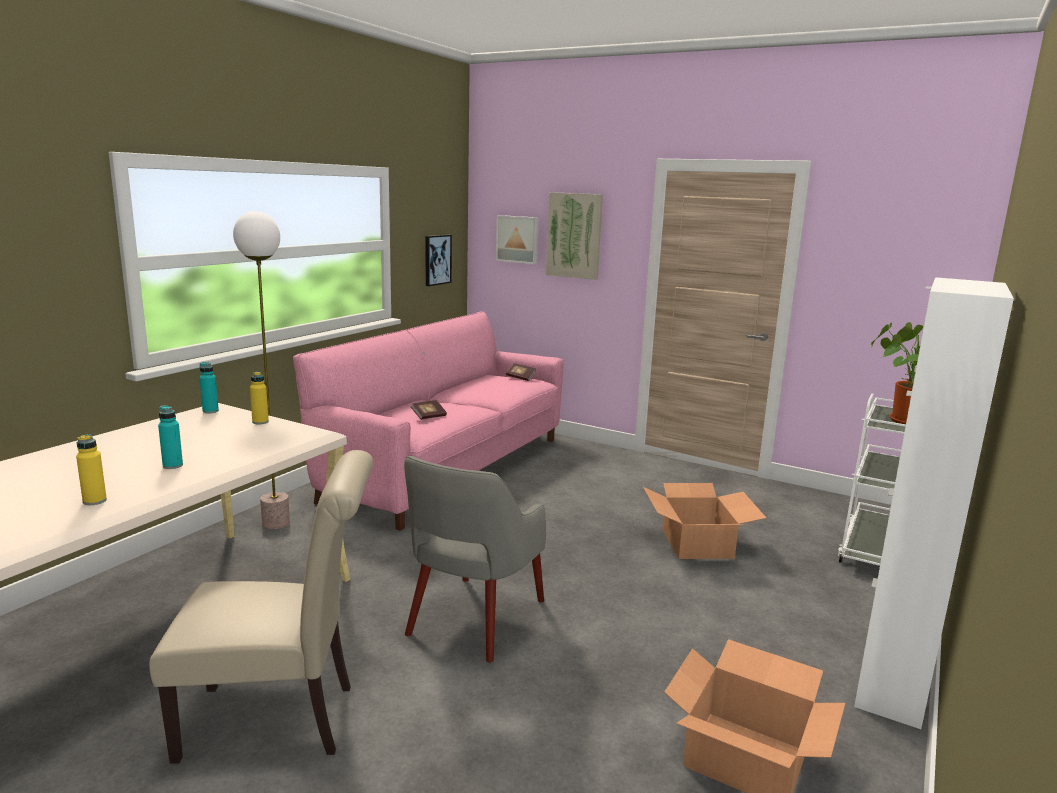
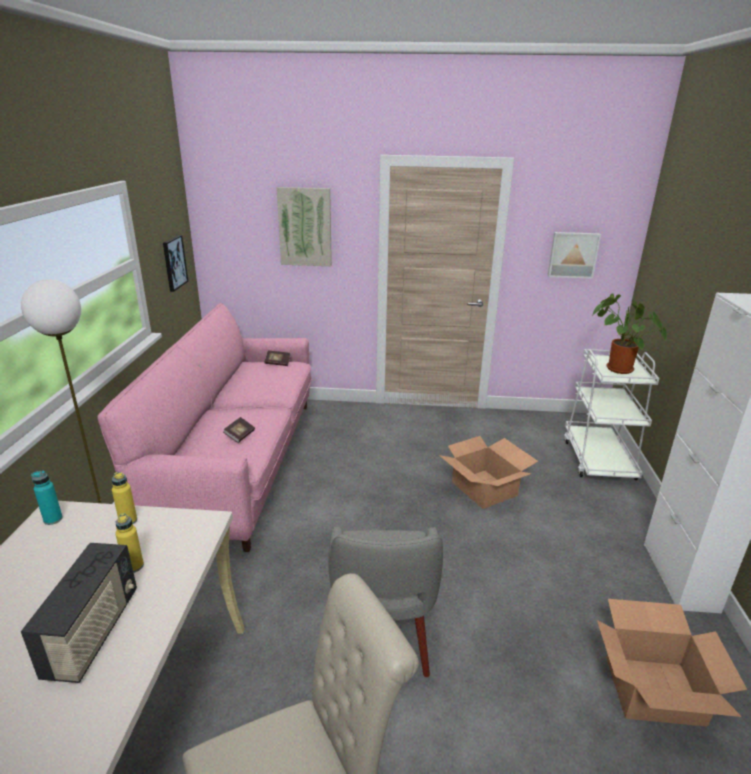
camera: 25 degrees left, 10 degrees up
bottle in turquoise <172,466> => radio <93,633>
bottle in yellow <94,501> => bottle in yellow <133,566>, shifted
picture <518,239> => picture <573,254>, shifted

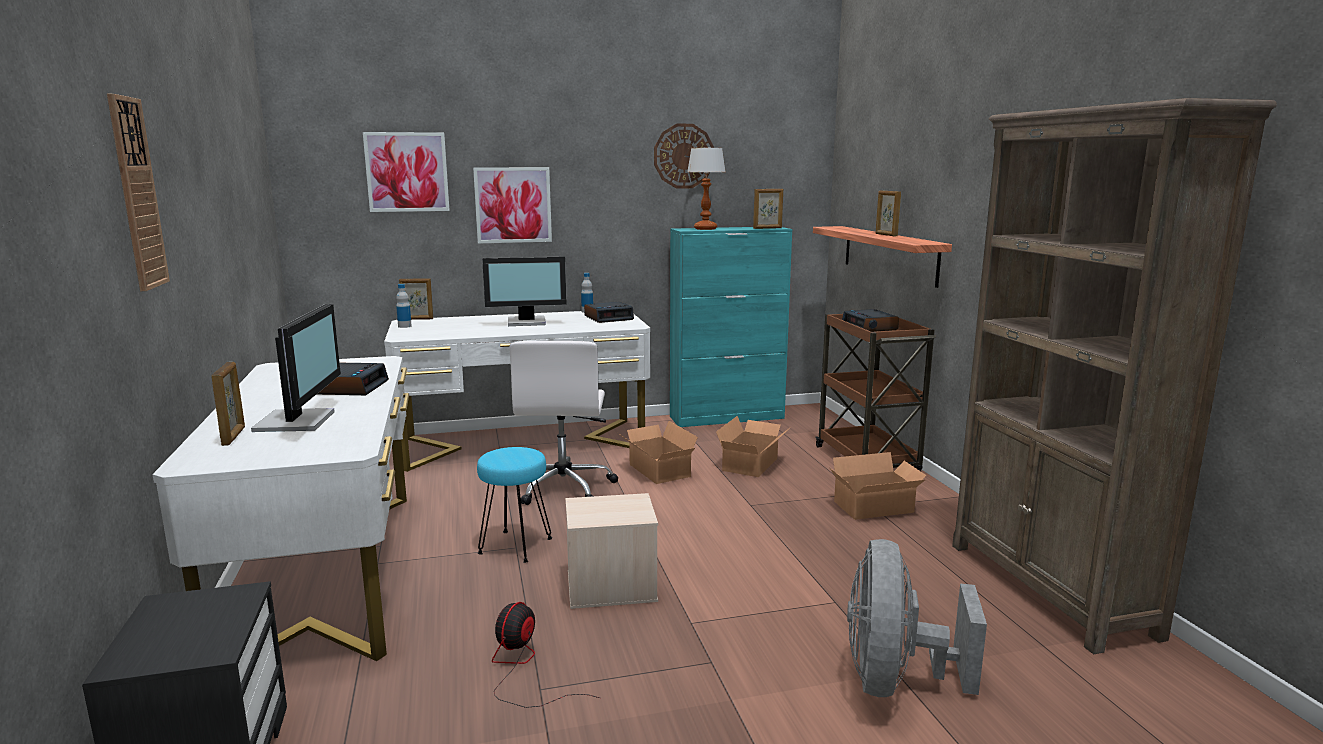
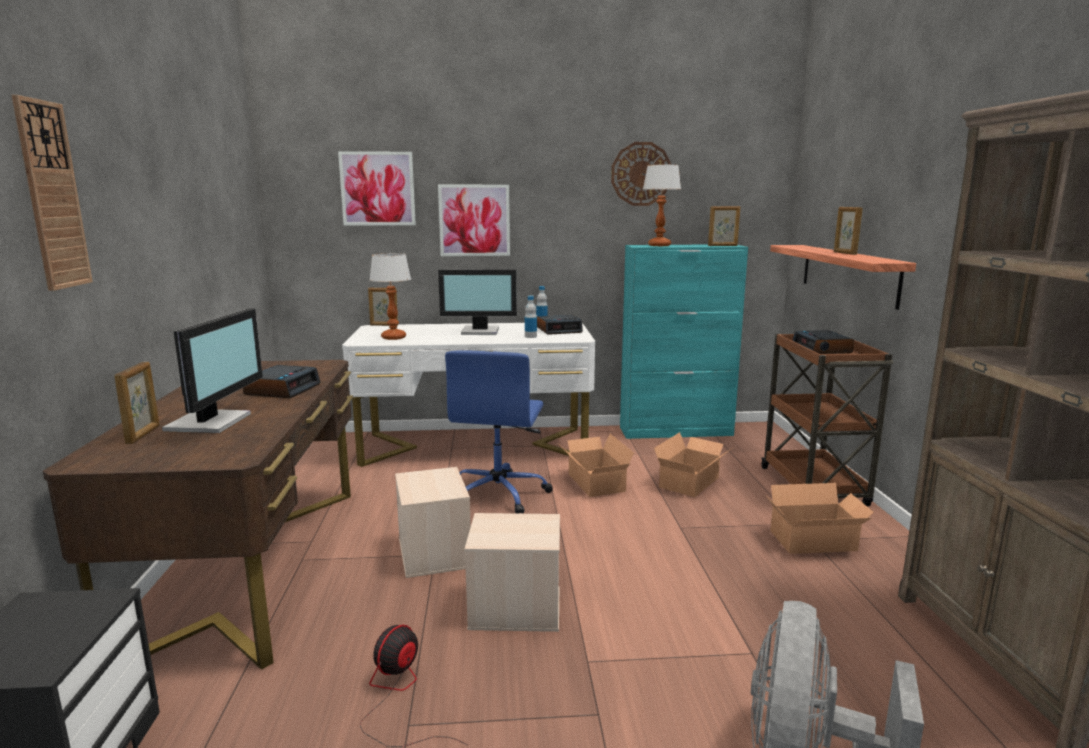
camera: 10 degrees right, 0 degrees up
desk in white <326,572> => desk in brown <253,565>
nothing => table lamp <393,338>
stool in turquoise <516,546> => storage box in beige <435,553>
office chair in white <563,487> => office chair in blue <499,493>
bottle <404,326> => bottle <530,336>, shifted

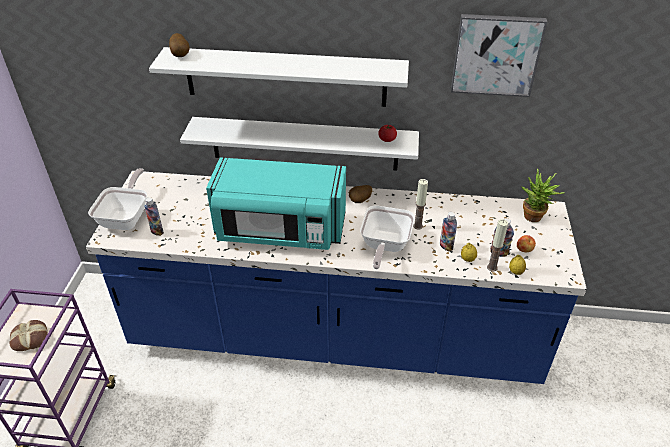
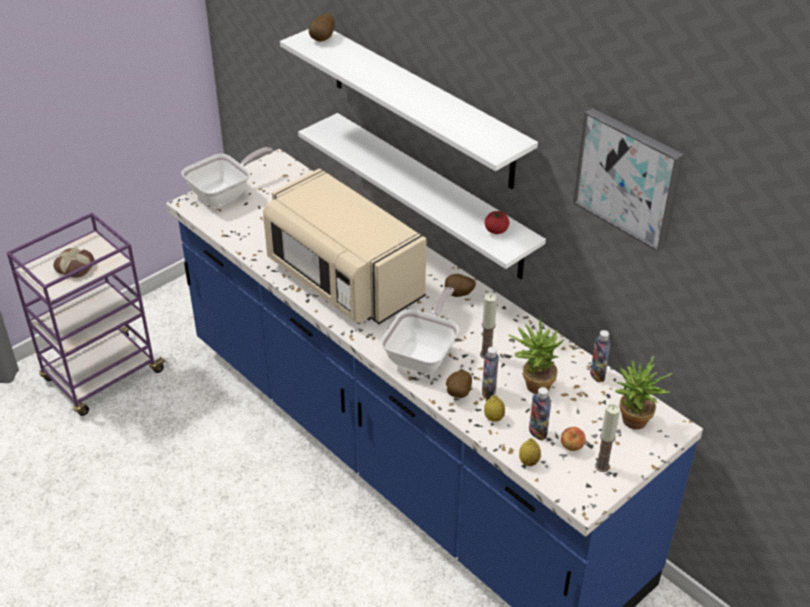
camera: 40 degrees right, 0 degrees up
microwave in turquoise <280,230> => microwave in beige <343,280>
frying pan <384,246> => frying pan <424,354>, 150 degrees clockwise
nothing => potato <457,394>
nothing => potted plant <533,384>
bottle <157,231> => bottle <597,375>, shifted
candle <492,267> => candle <602,466>, shifted

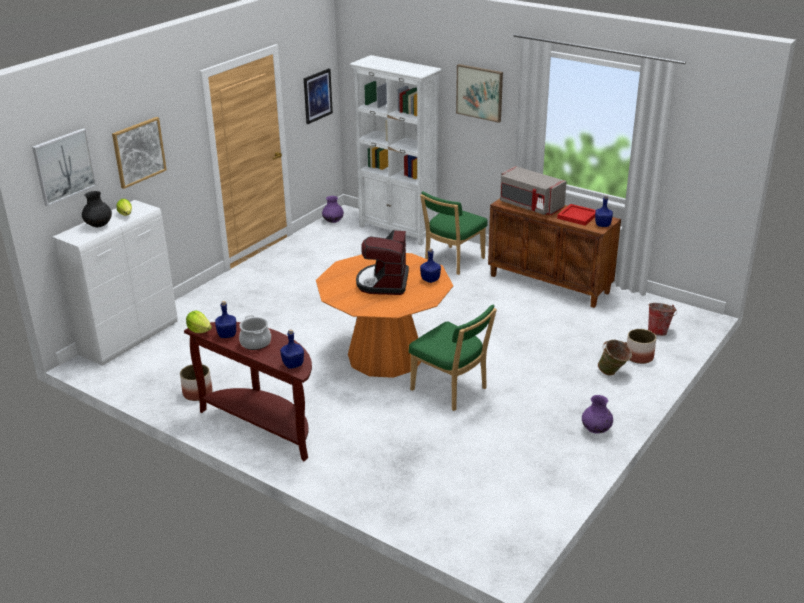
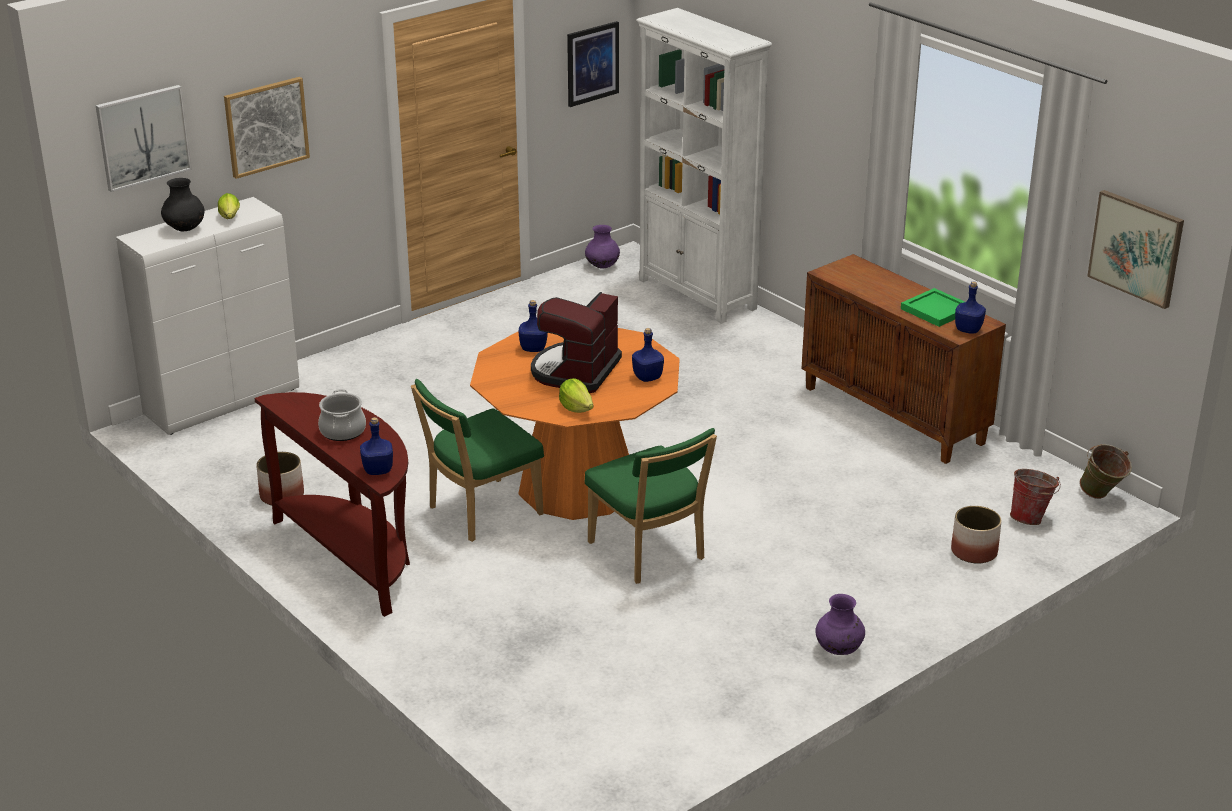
camera: 15 degrees right, 0 degrees up
chair in green <452,262> => chair in green <480,512>, shifted
bottle in blue <227,335> => bottle in blue <533,348>, shifted
lettuce <199,330> => lettuce <576,408>, shifted
tray in red <577,216> => tray in green <936,310>
bucket in green <613,373> => bucket in green <1101,497>, shifted
picture <479,92> => picture <1136,248>, shifted
microwave in grey <530,206> => nothing

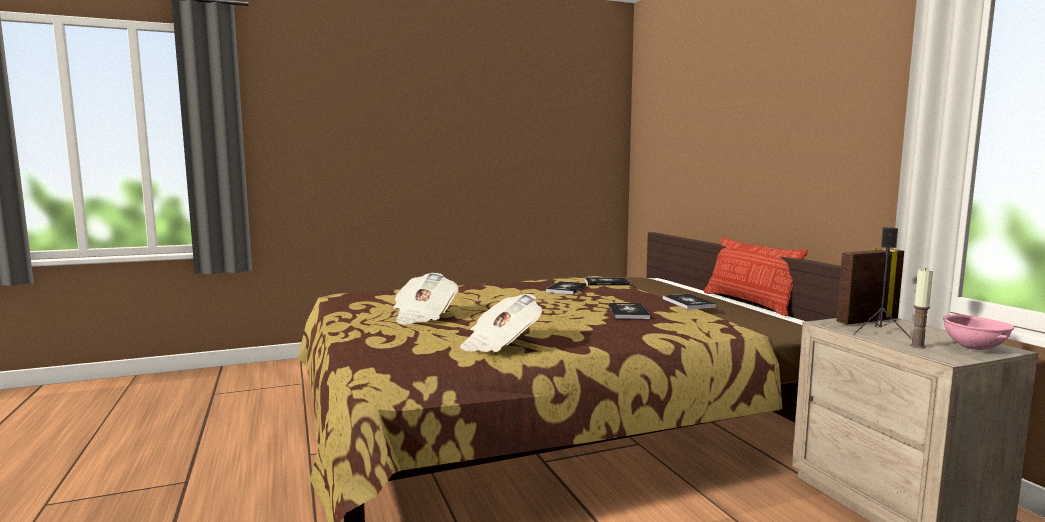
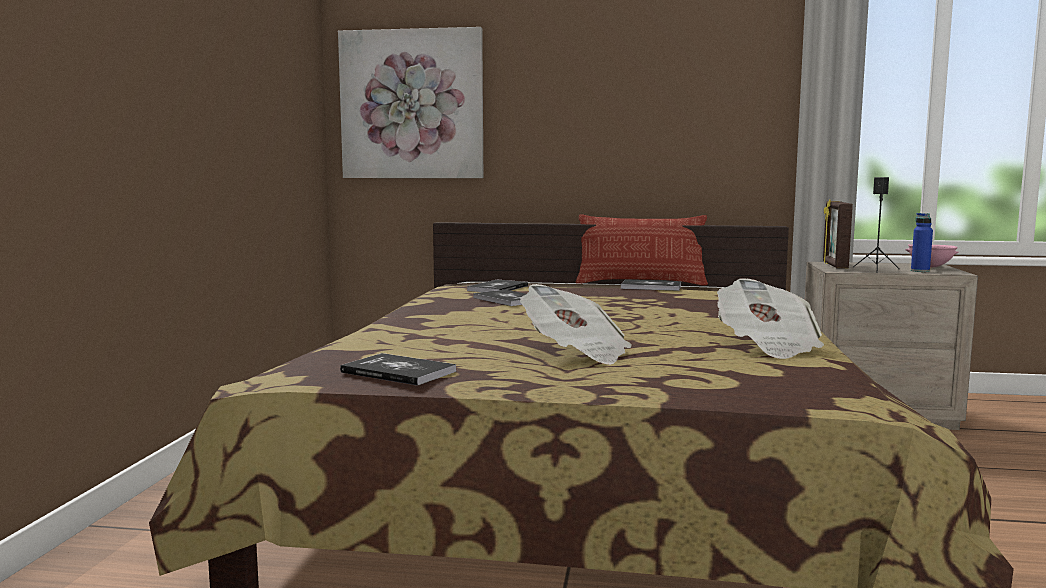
camera: 60 degrees left, 0 degrees up
nothing => picture <412,104>
book <628,312> => book <398,372>, shifted
candle <917,346> => bottle in blue <920,271>

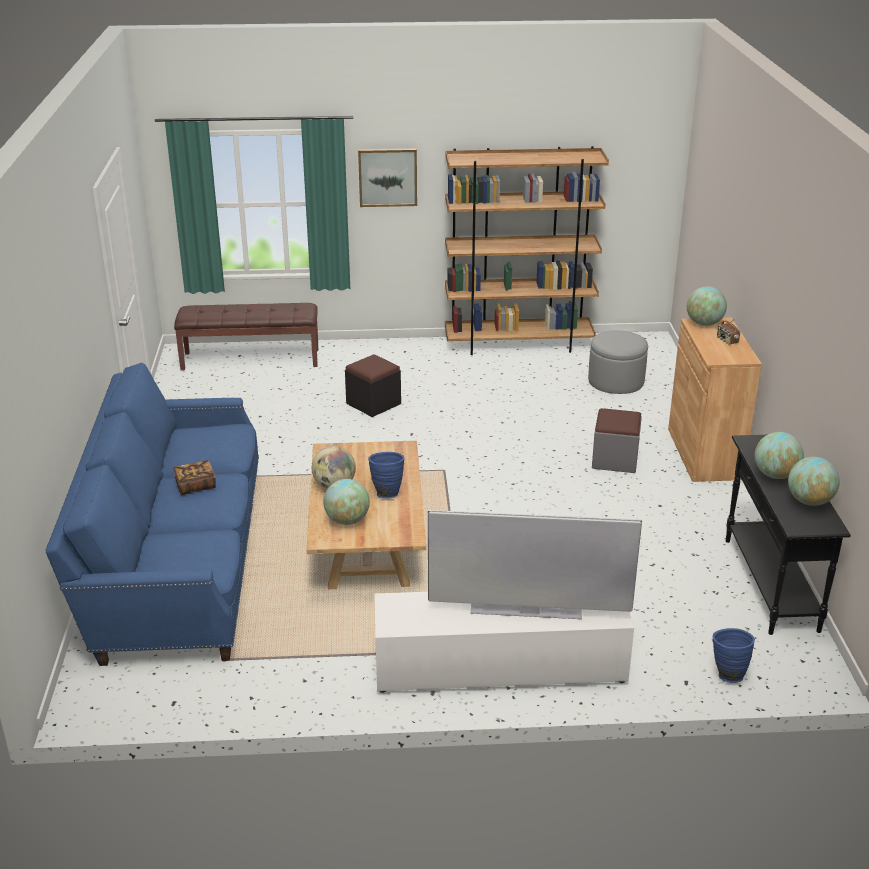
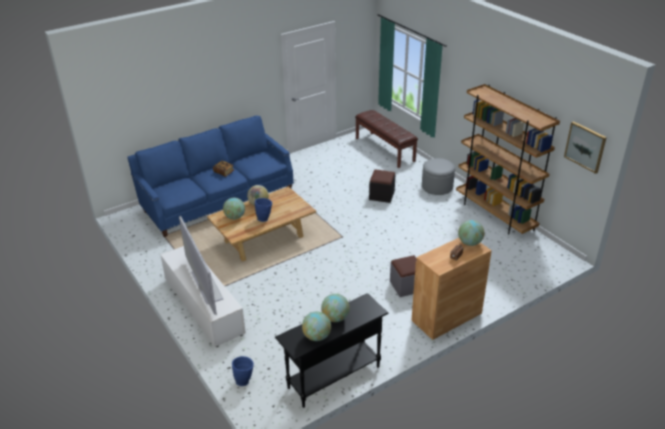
camera: 60 degrees right, 5 degrees up
ottoman in grey <616,381> => ottoman in grey <437,186>, shifted
picture <387,177> => picture <585,147>, shifted

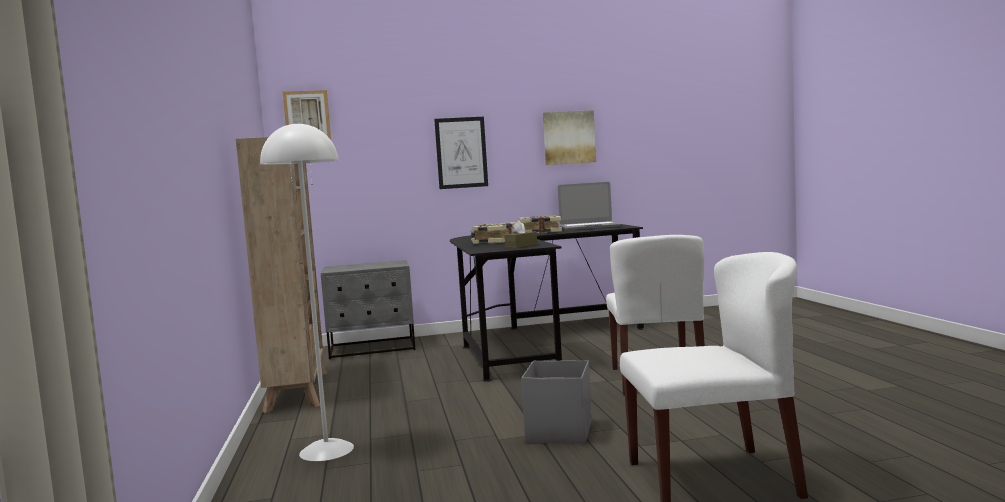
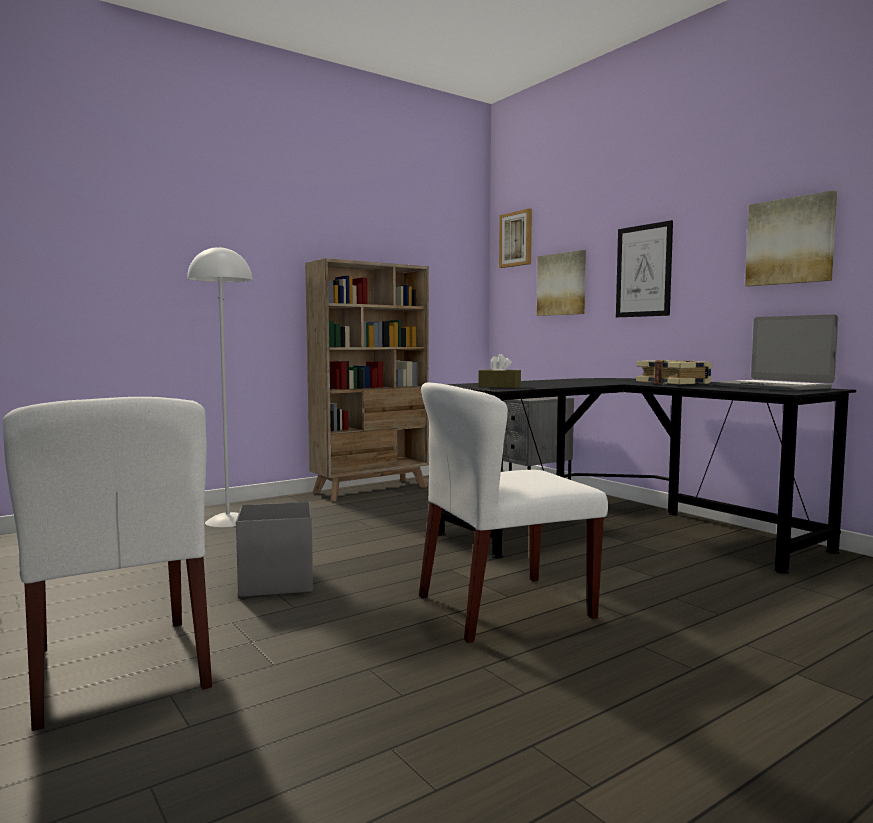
camera: 65 degrees right, 0 degrees up
nothing => picture <562,284>
book <493,242> => nothing

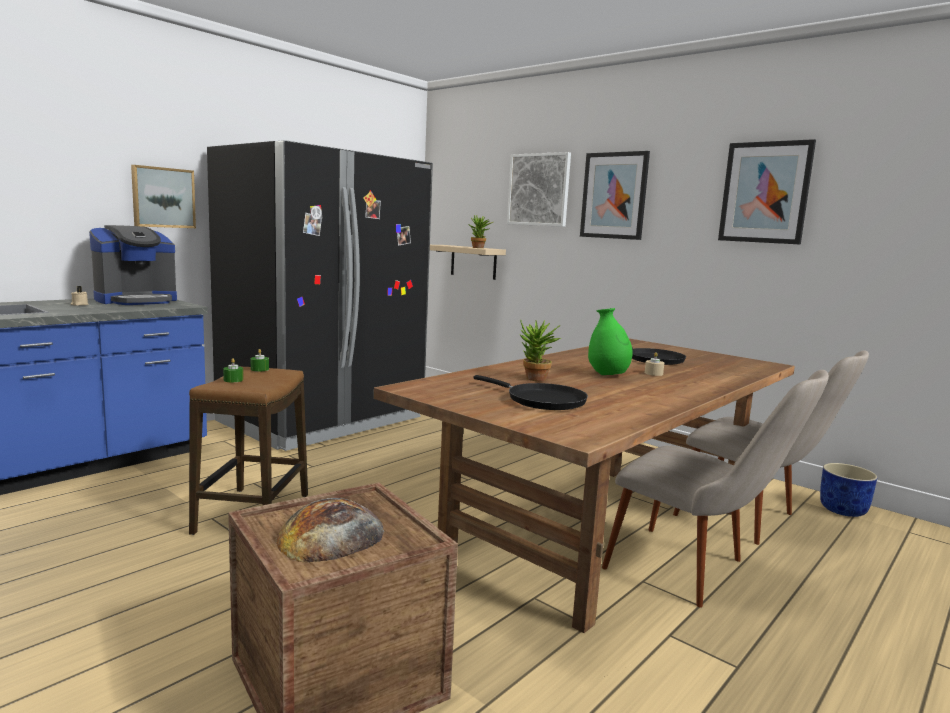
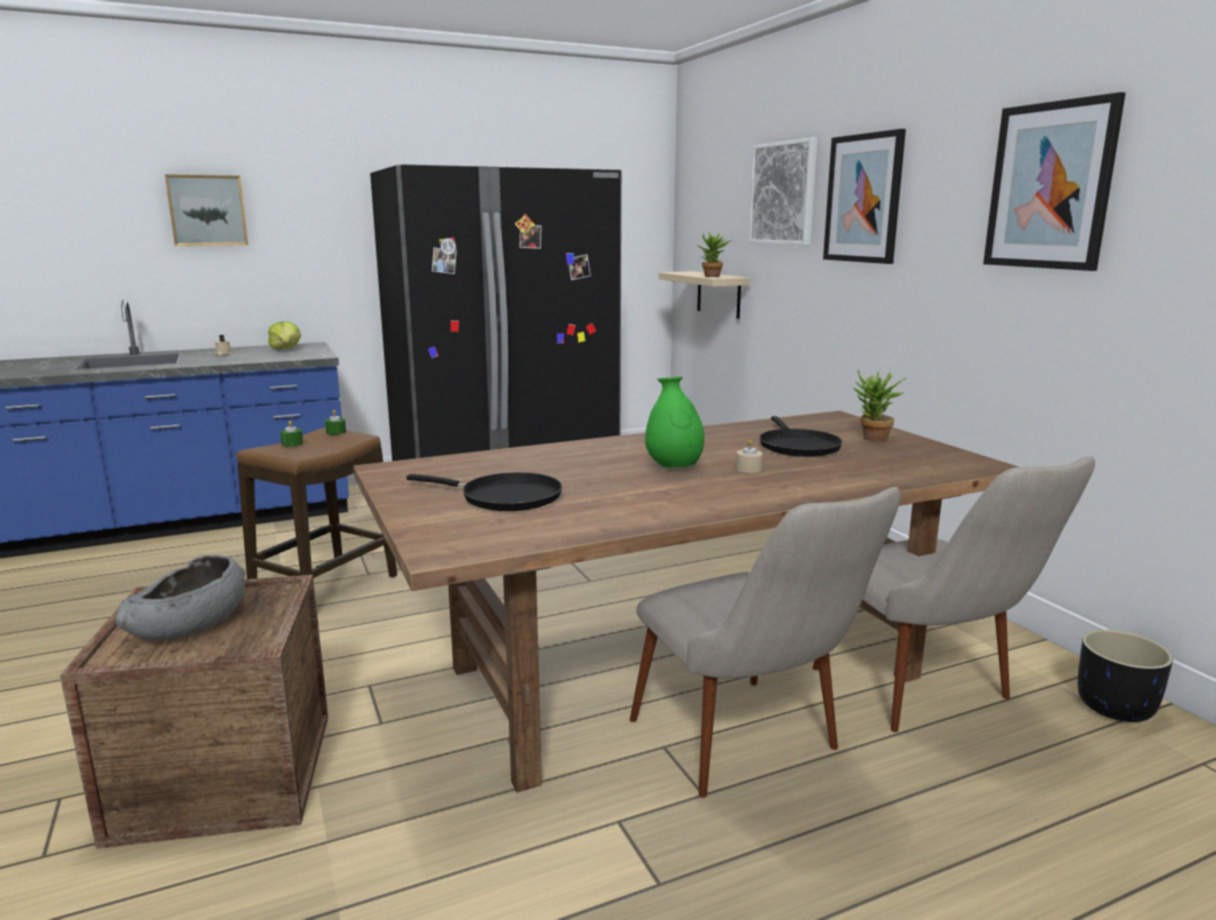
camera: 25 degrees right, 5 degrees up
bread <331,535> => bowl in grey <189,625>
picture <163,197> => picture <207,210>, shifted
coffee machine <136,300> => lettuce <286,349>
frying pan in black <541,400> => frying pan in black <504,497>, 45 degrees counterclockwise
potted plant <534,379> => potted plant <872,439>, shifted
planter in blue <843,510> => planter in black <1116,708>

